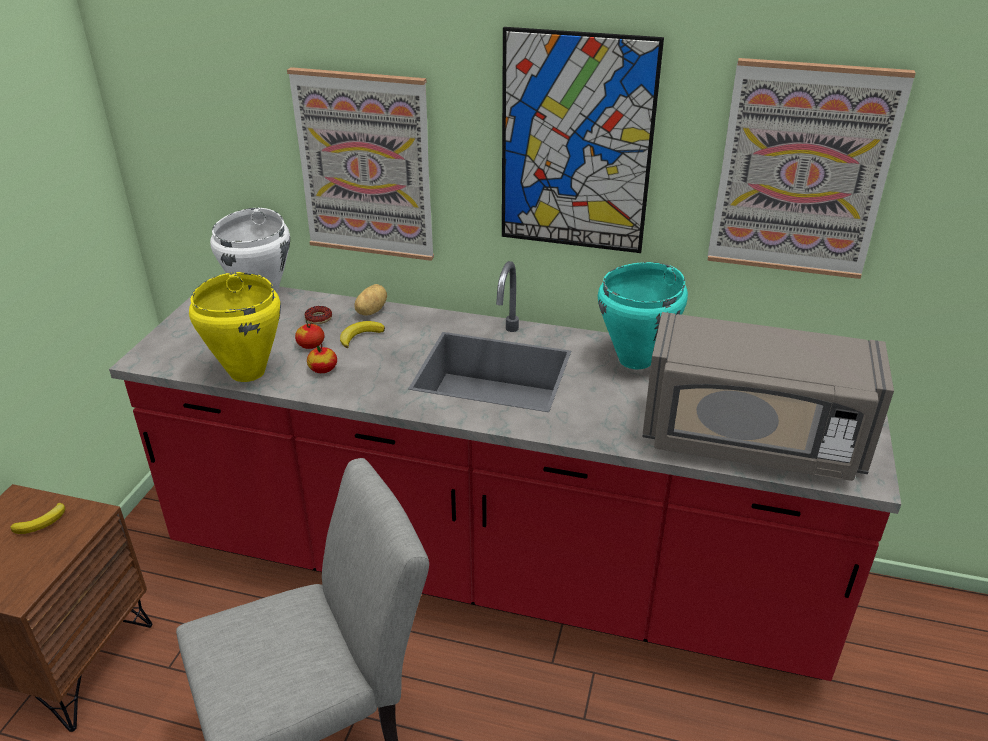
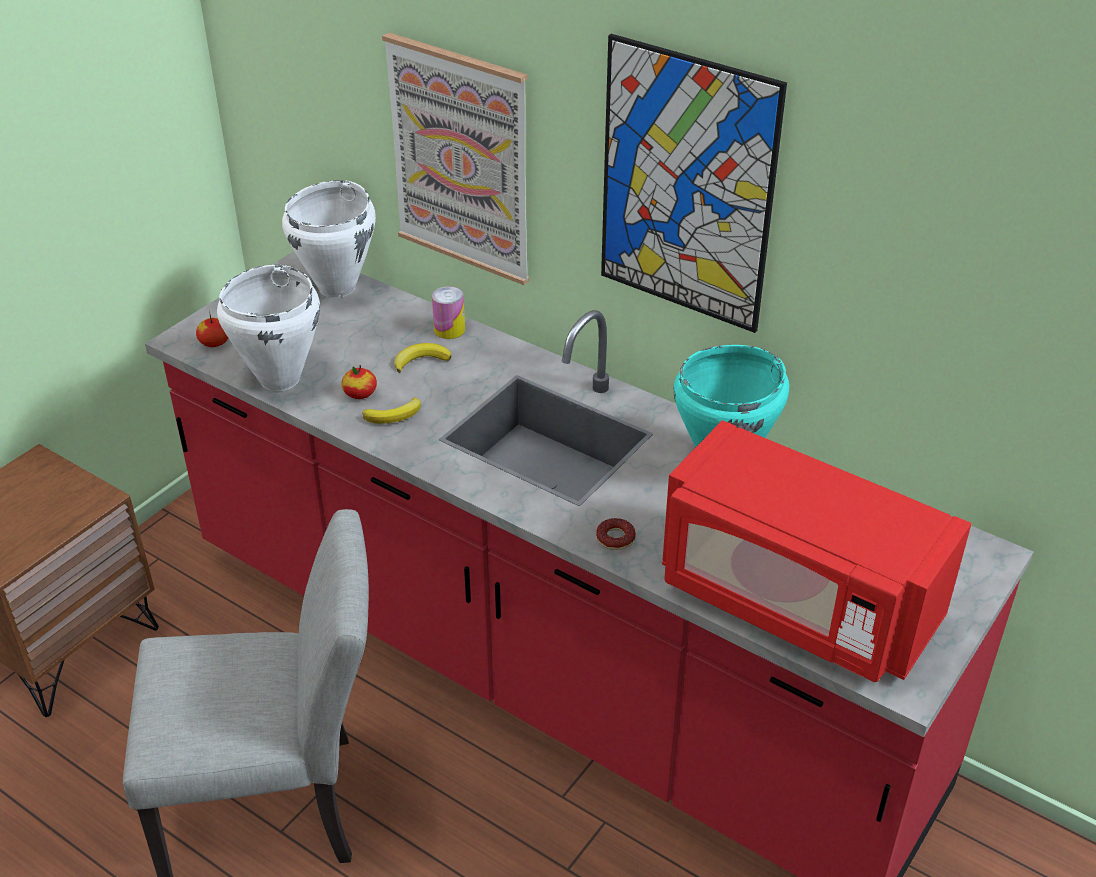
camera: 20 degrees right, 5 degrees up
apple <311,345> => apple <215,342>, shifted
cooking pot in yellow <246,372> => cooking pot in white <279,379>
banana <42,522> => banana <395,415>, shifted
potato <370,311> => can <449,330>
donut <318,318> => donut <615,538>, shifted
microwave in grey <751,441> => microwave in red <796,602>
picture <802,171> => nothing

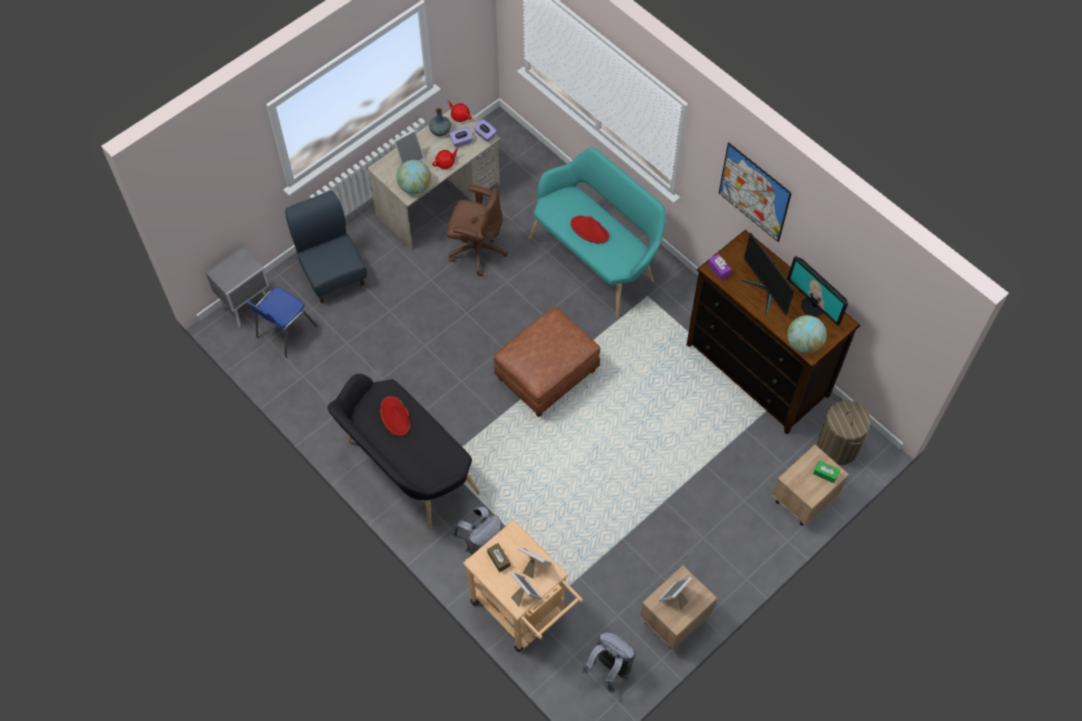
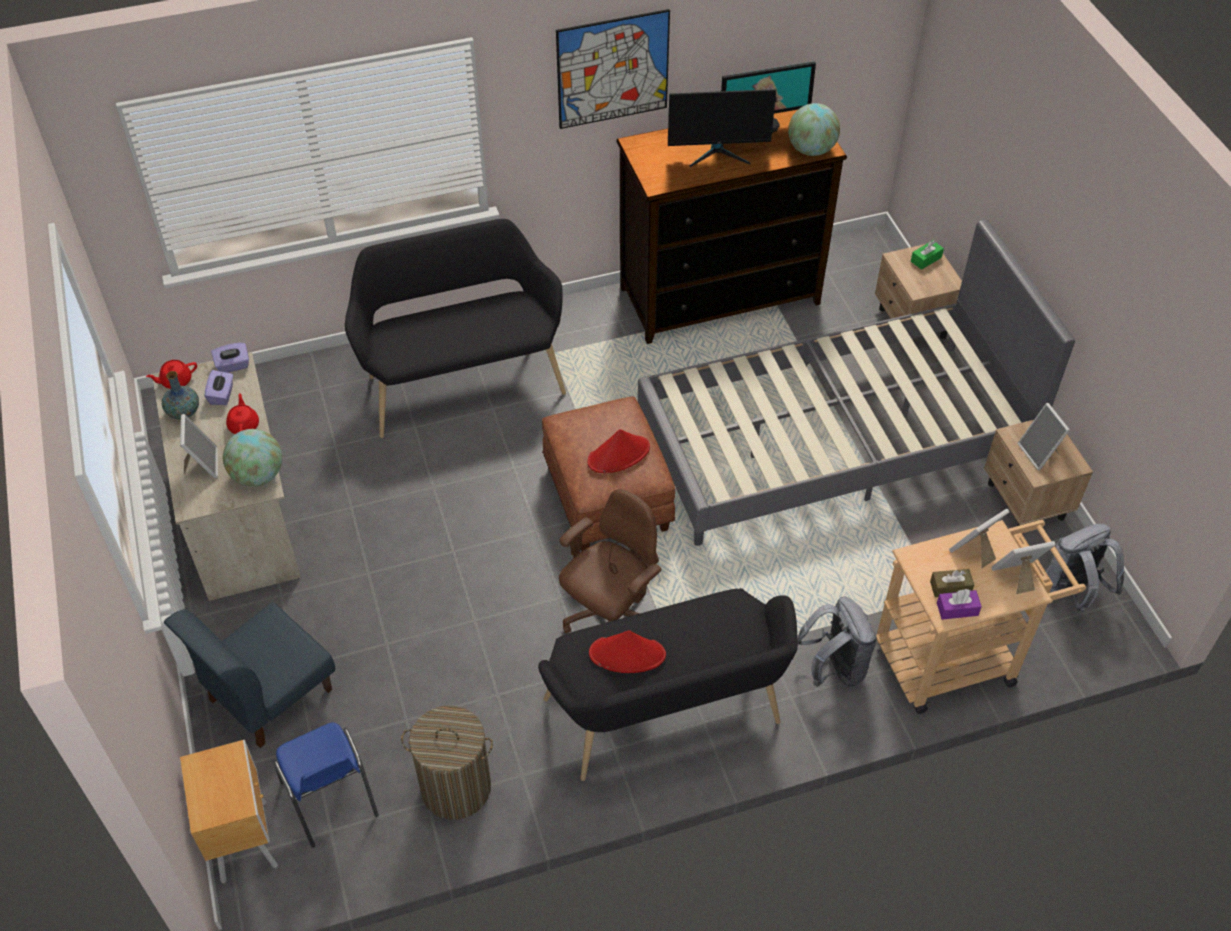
camera: 65 degrees left, 10 degrees down
chair in blue <333,273> => chair in blue <269,694>, 45 degrees counterclockwise
nightstand in grey <248,306> => nightstand in brown <245,839>
bench in turquoise <596,258> => bench in black <462,380>
laundry basket <837,446> => laundry basket <455,788>, shifted
office chair in brown <477,250> => office chair in brown <611,619>, shifted
hat in red <589,230> => hat in red <619,455>, shifted
nothing => bed in grey <833,441>
tissue box in purple <719,269> => tissue box in purple <957,609>, shifted

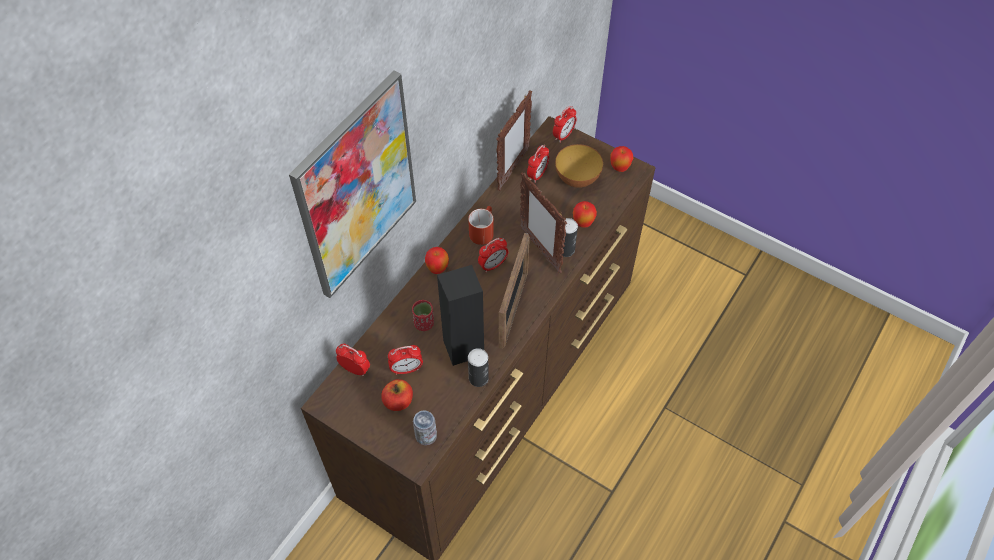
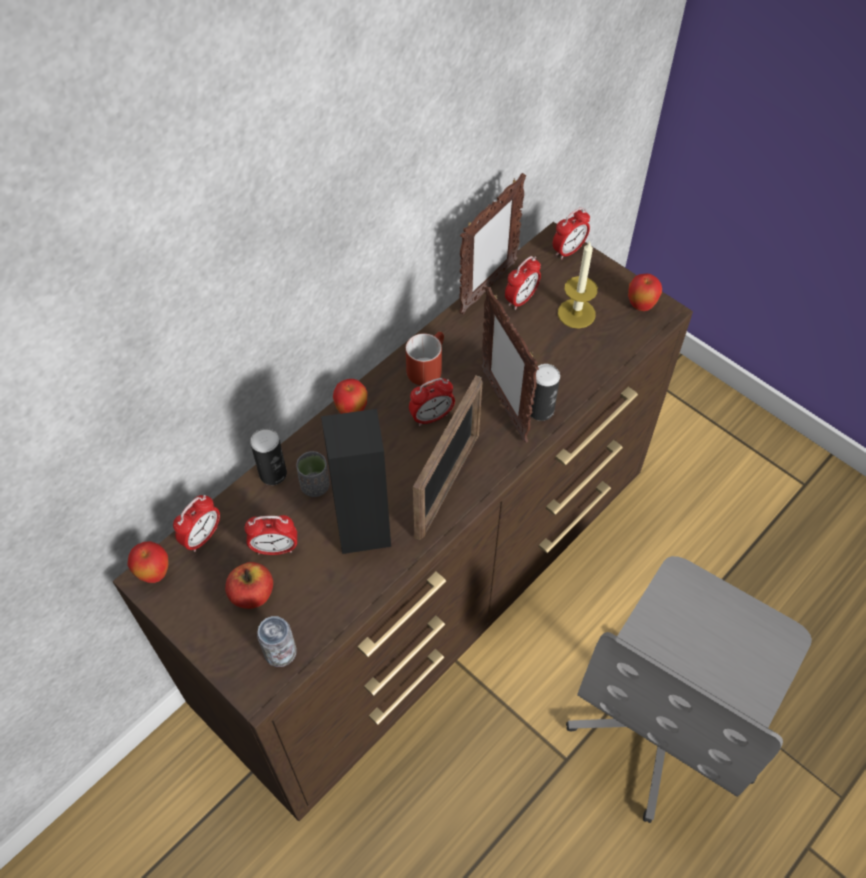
camera: 10 degrees right, 0 degrees up
apple <583,223> => apple <154,573>, shifted
alarm clock <355,369> => alarm clock <202,537>, 90 degrees clockwise
can <478,378> => can <273,473>, shifted
cup in red <424,323> => cup in grey <315,486>
bowl <577,179> => candle <576,313>
nothing => office chair in grey <665,725>
picture <356,188> => nothing

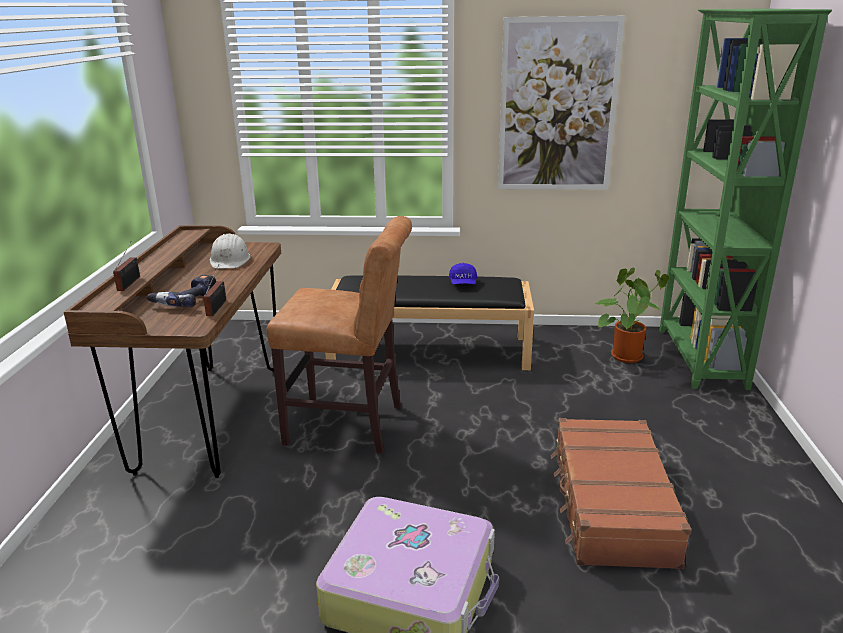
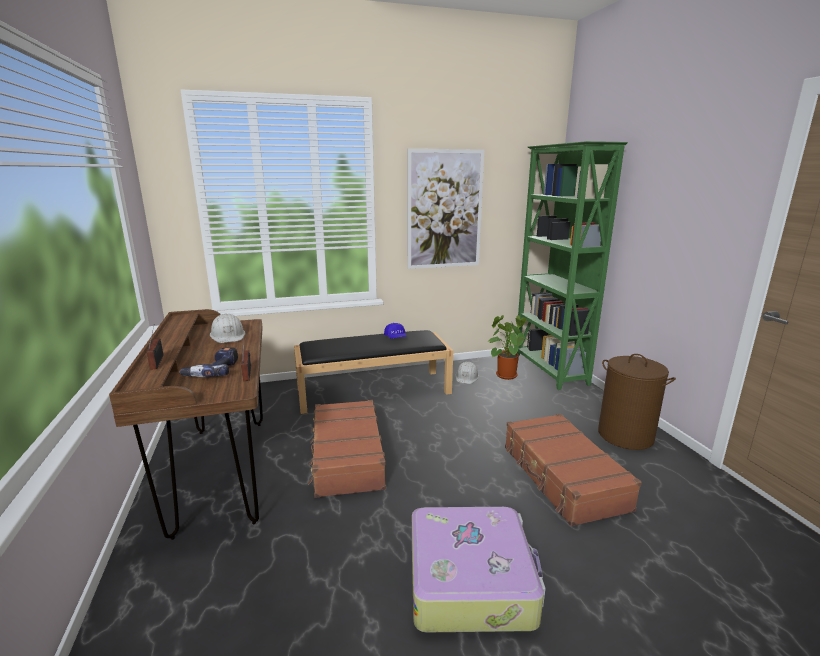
camera: 20 degrees left, 5 degrees down
chair in brown <351,426> => suitcase in brown <346,457>
nothing => hard hat in white <467,377>
nothing => laundry basket in brown <626,435>

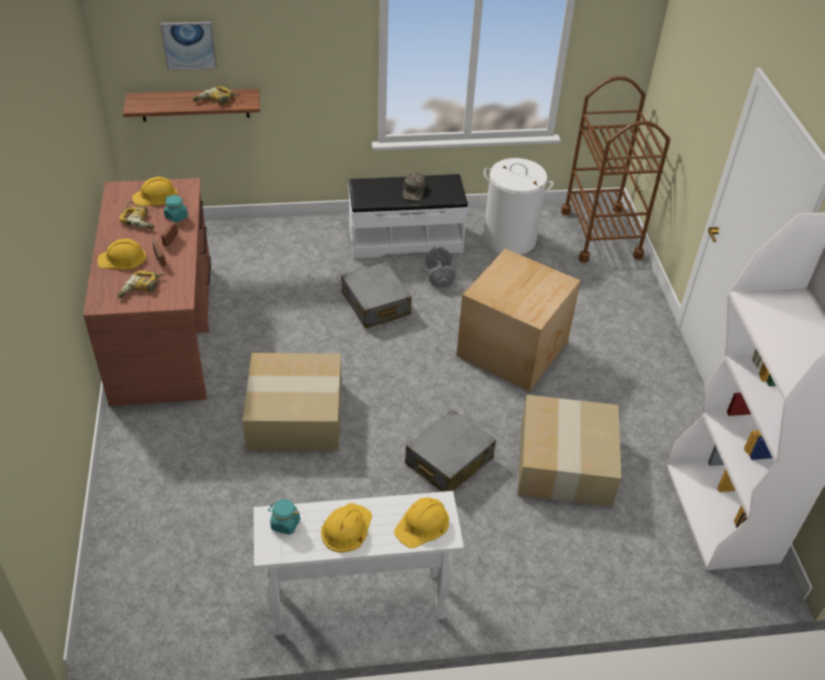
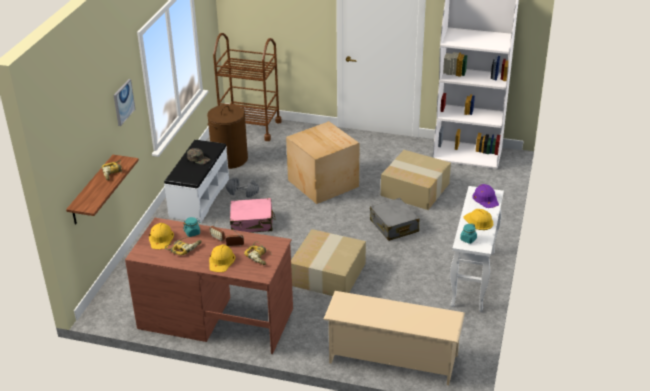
camera: 65 degrees left, 10 degrees down
picture <189,45> => picture <123,102>, shifted
laundry basket in white <509,239> => laundry basket in brown <229,159>
suitcase in grey <376,304> => suitcase in pink <252,223>
nothing => shoe rack in beige <392,359>
hard hat in yellow <422,524> => hard hat in purple <485,198>

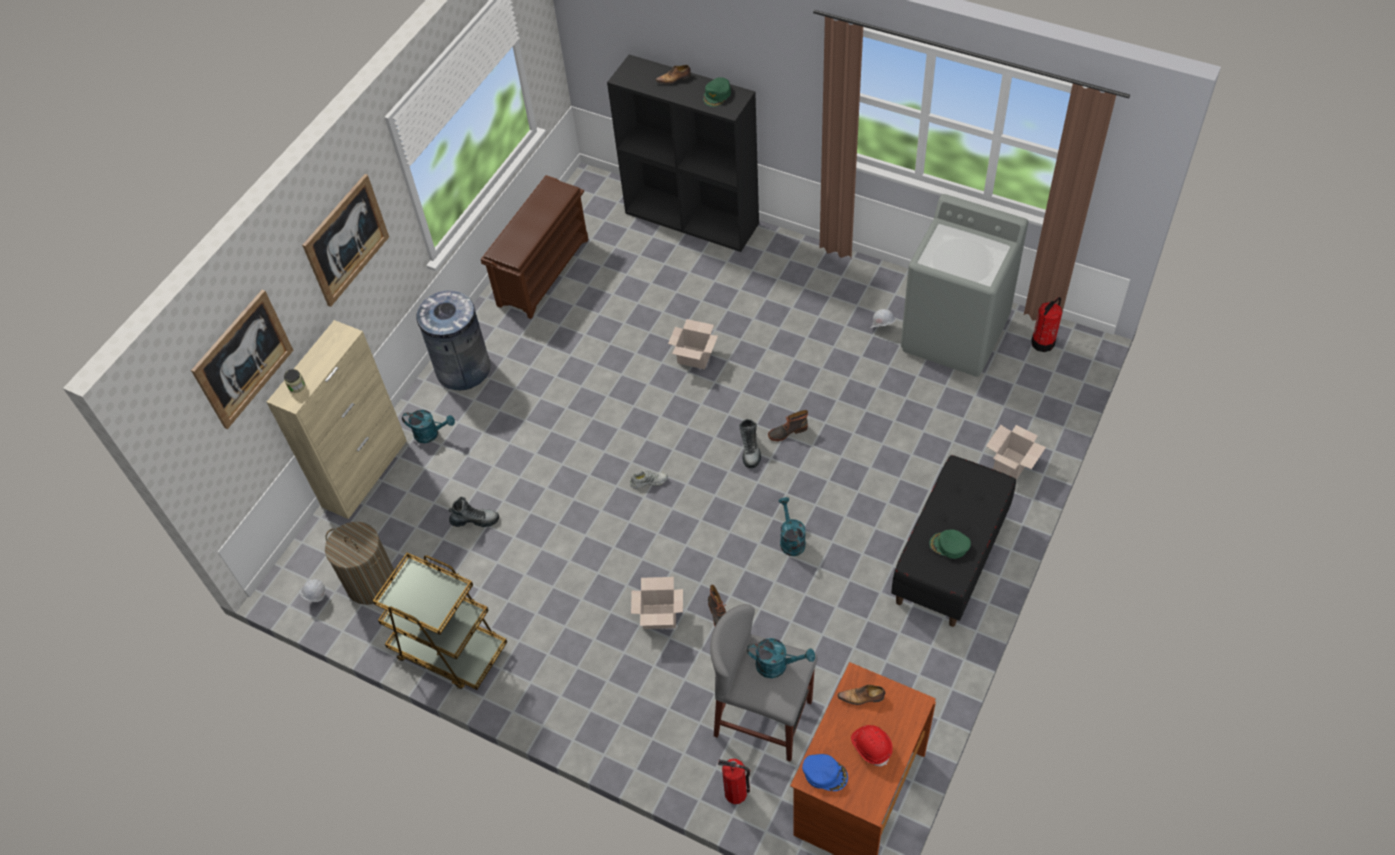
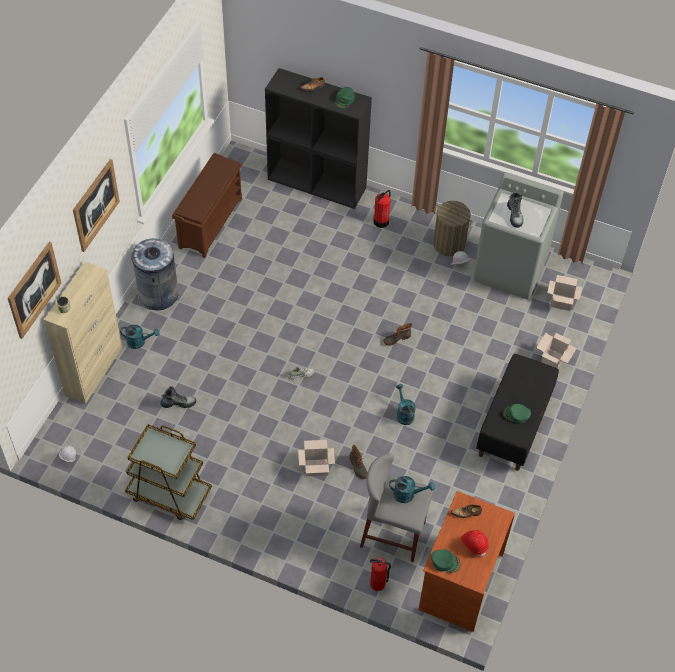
camera: 10 degrees left, 0 degrees up
fire extinguisher <1043,343> => fire extinguisher <381,221>, shifted
cap in blue <825,773> => cap in green <445,562>
laundry basket <371,582> => laundry basket <449,244>, shifted
boot <750,449> => boot <514,215>, shifted
cardboard box <695,357> => cardboard box <562,302>, shifted

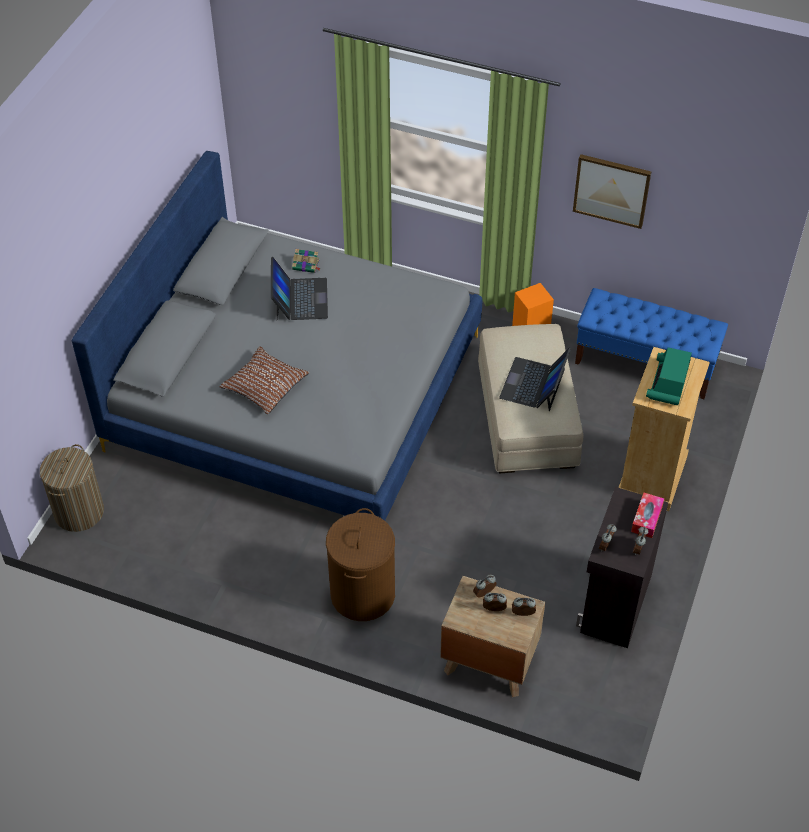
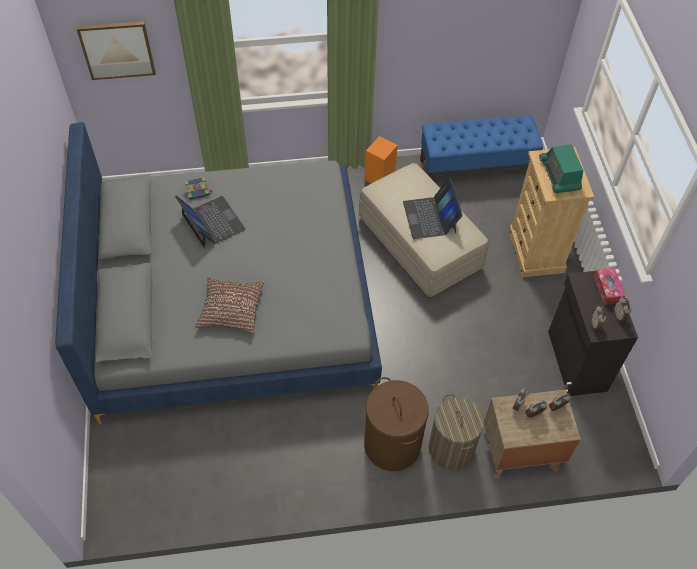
camera: 30 degrees left, 5 degrees up
picture <611,190> => picture <117,49>, shifted
laundry basket <79,511> => laundry basket <451,448>, shifted

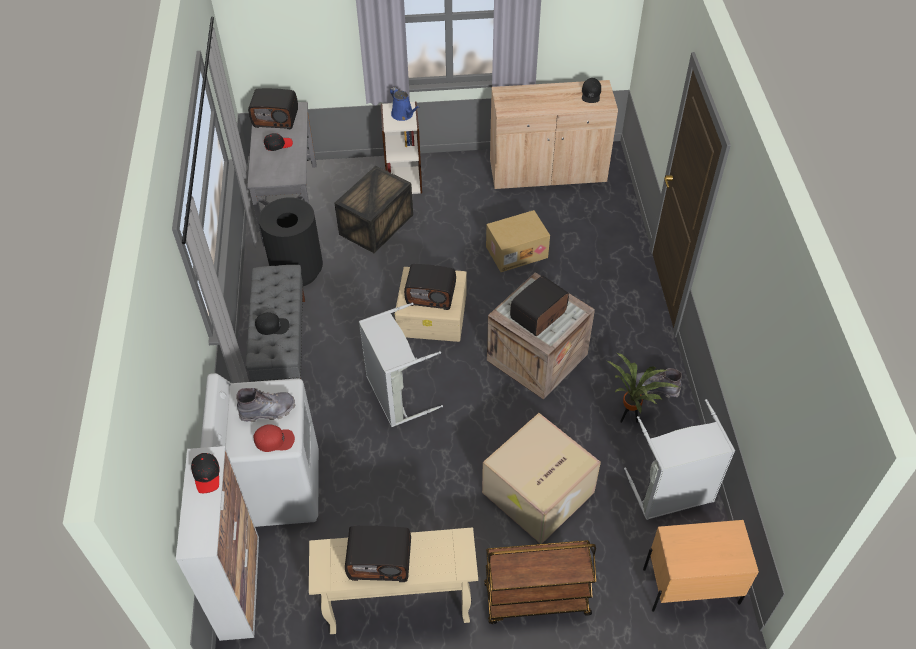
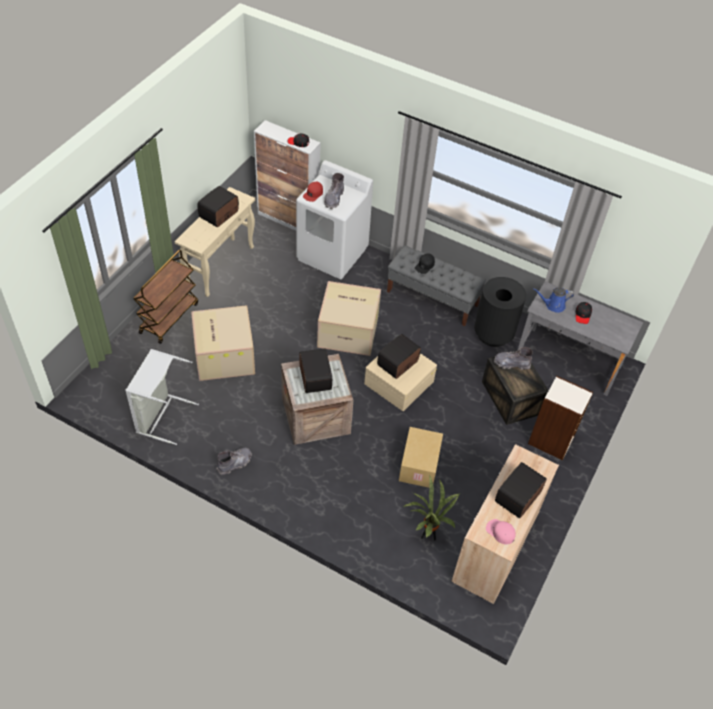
camera: 120 degrees right, 0 degrees up
laundry basket in grey <396,395> => cardboard box <349,330>
potted plant <629,419> => potted plant <427,535>, shifted
cap in black <591,93> => cap in pink <500,532>
nothing => boot in grey <511,363>
radio <276,118> => radio <518,497>, shifted
watering can in blue <403,115> => watering can in blue <553,305>, shifted
nightstand in beige <690,586> => nothing

